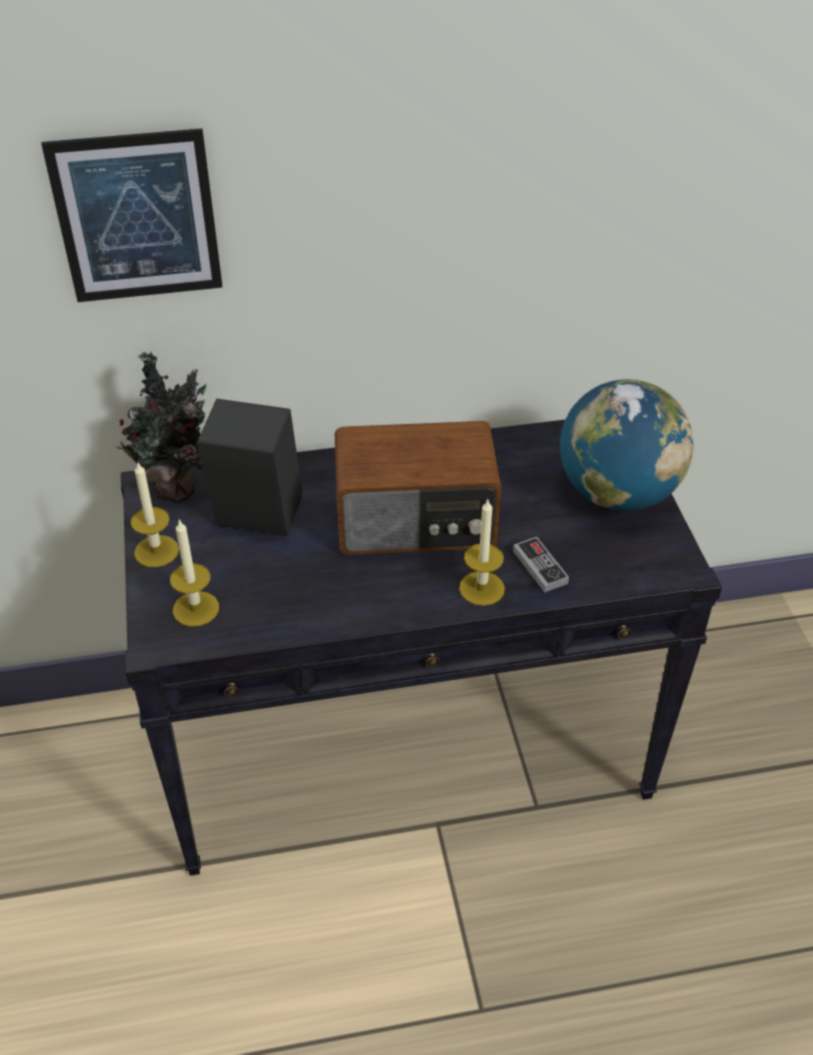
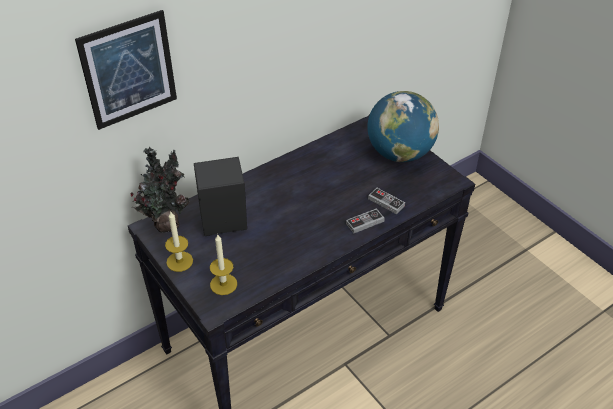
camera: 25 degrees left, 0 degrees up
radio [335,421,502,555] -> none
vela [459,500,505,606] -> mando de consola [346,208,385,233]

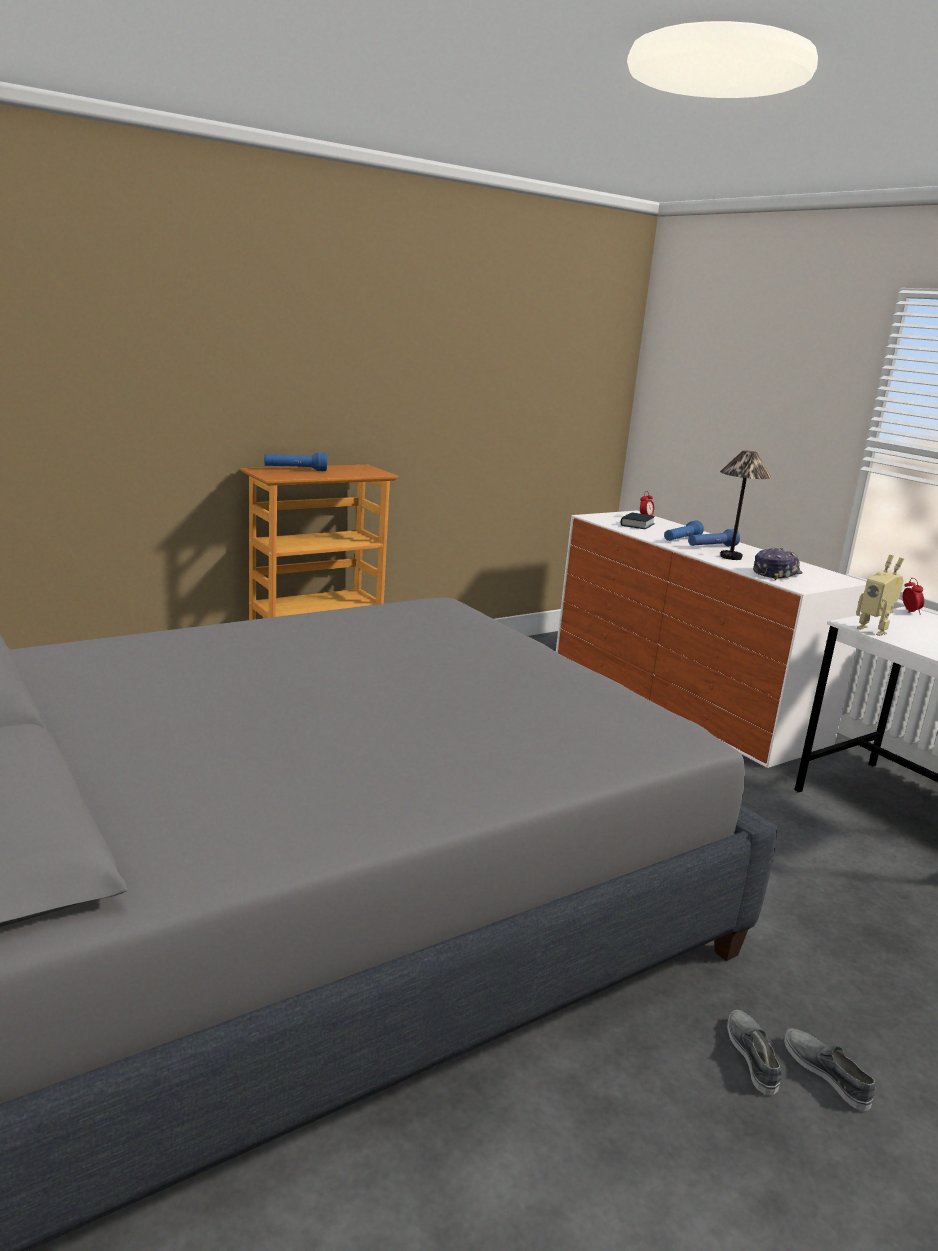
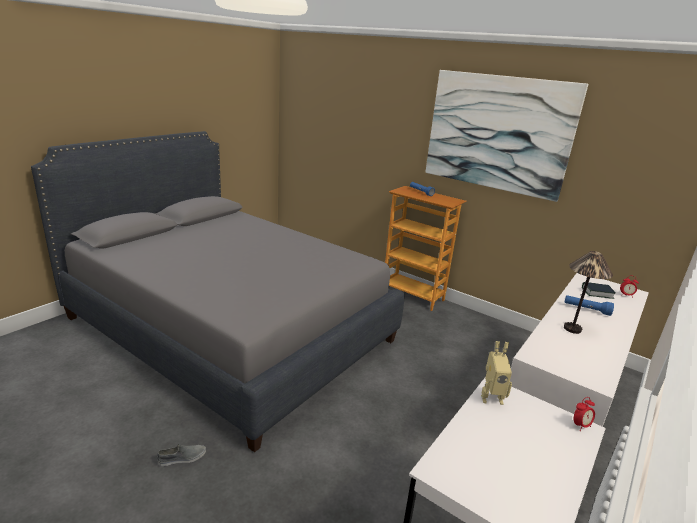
camera: 70 degrees right, 5 degrees up
linterna (azul) [688,529,740,546] -> none
gorra [753,548,803,580] -> none
zapato (gris) [784,1029,875,1111] -> none
robot de juguete [857,555,904,636] -> robot de juguete [481,341,512,405], 120 degrees counterclockwise
none -> cuadro [425,70,588,202]

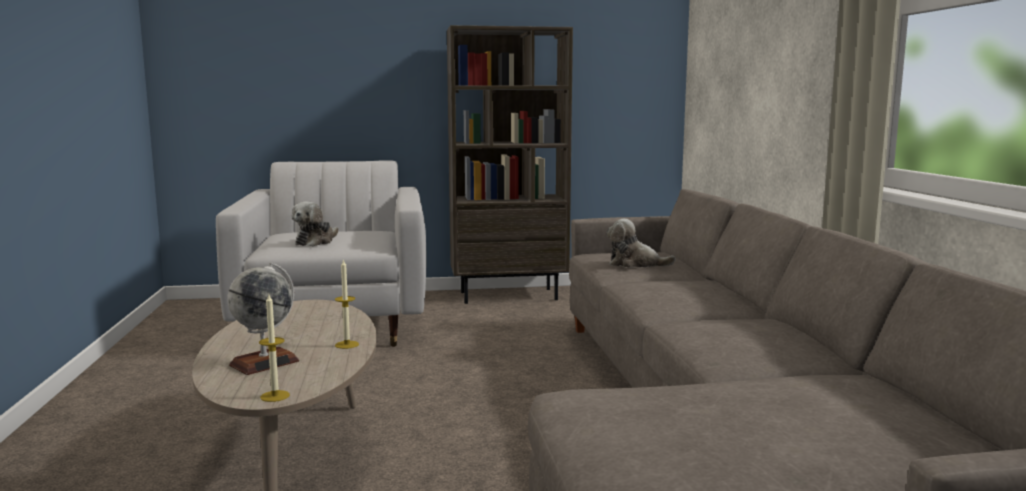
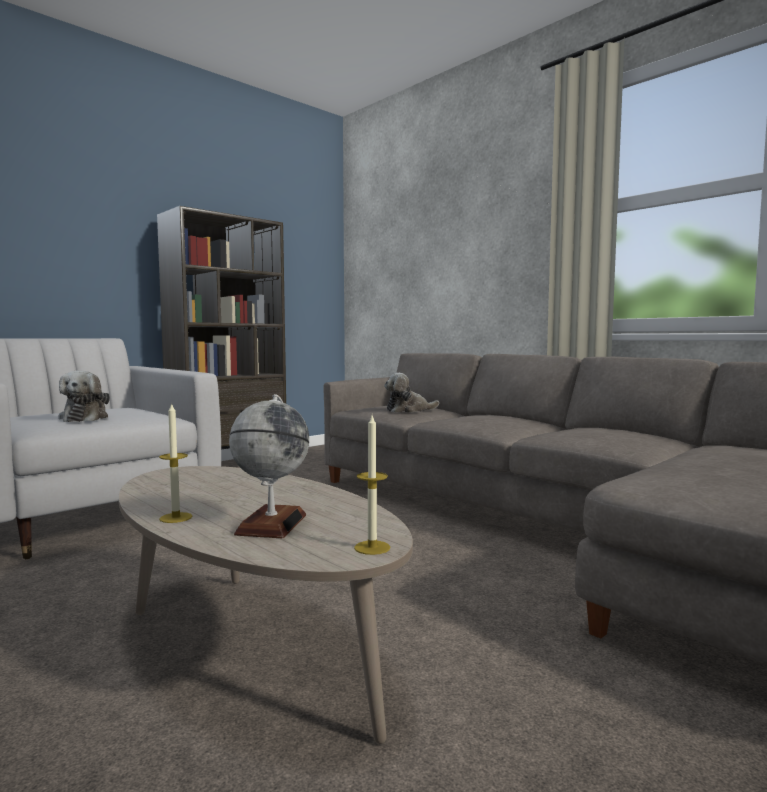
camera: 35 degrees left, 5 degrees down
vela [335,259,359,349] -> vela [159,402,192,523], relocated

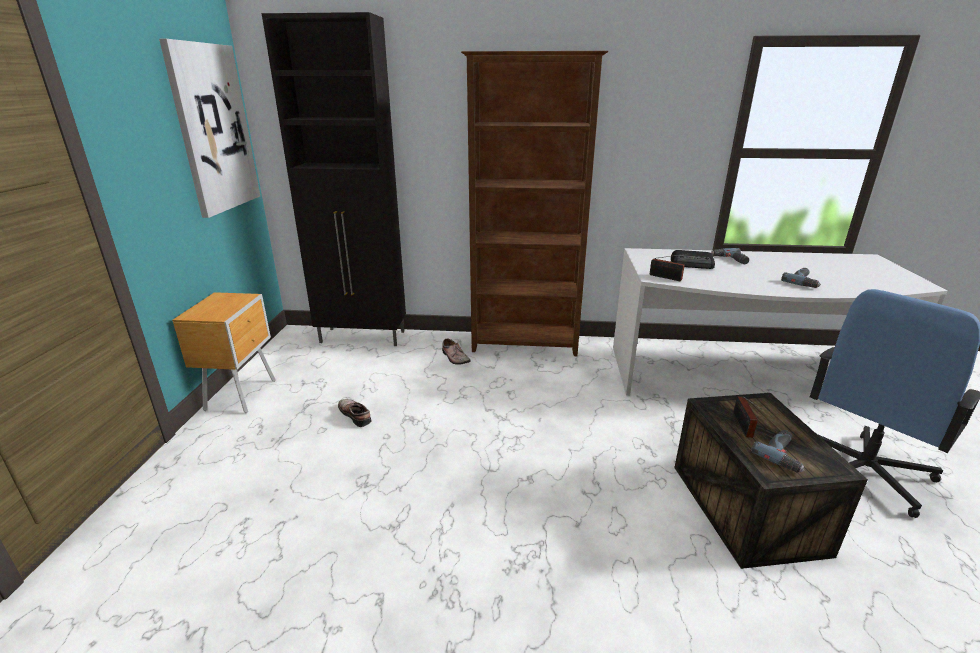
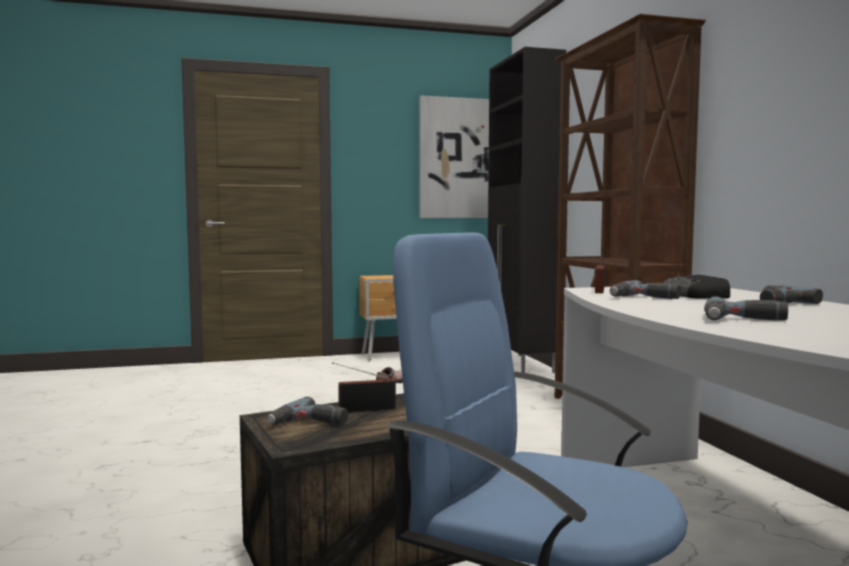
camera: 70 degrees right, 20 degrees down
zapato [442,339,471,365] -> none
none -> taladro [610,280,681,299]

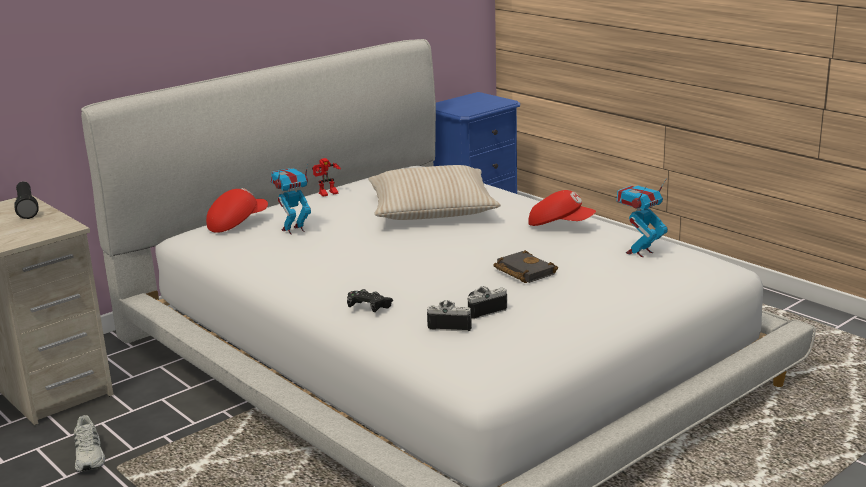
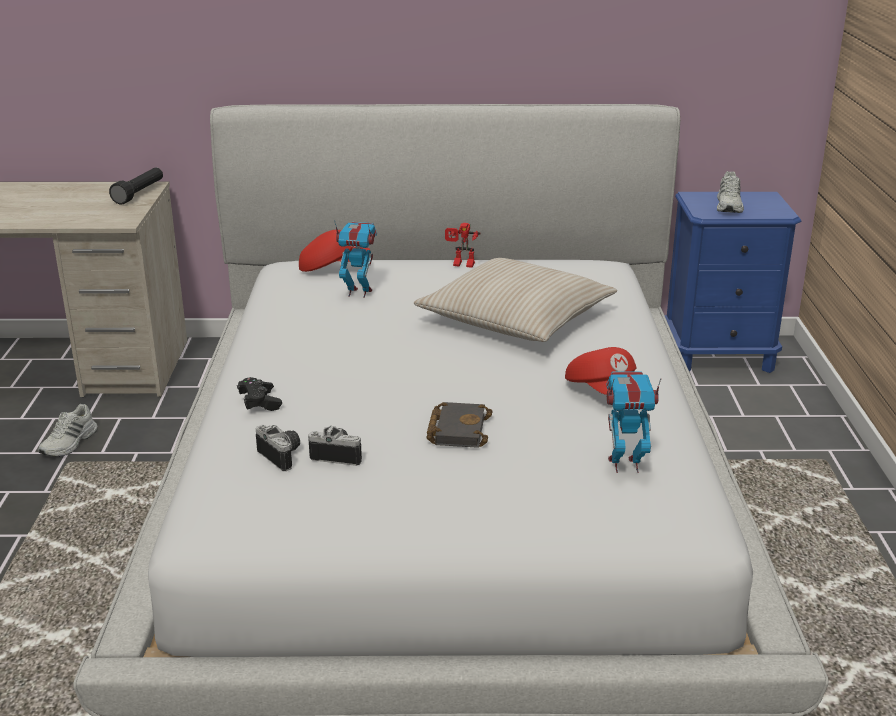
camera: 40 degrees right, 5 degrees up
none -> zapato (blanco) [717,171,744,213]

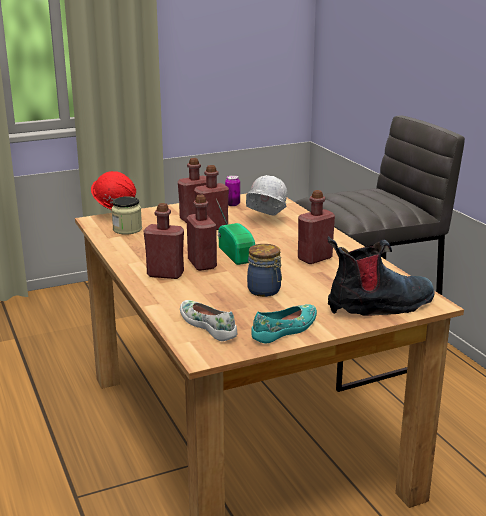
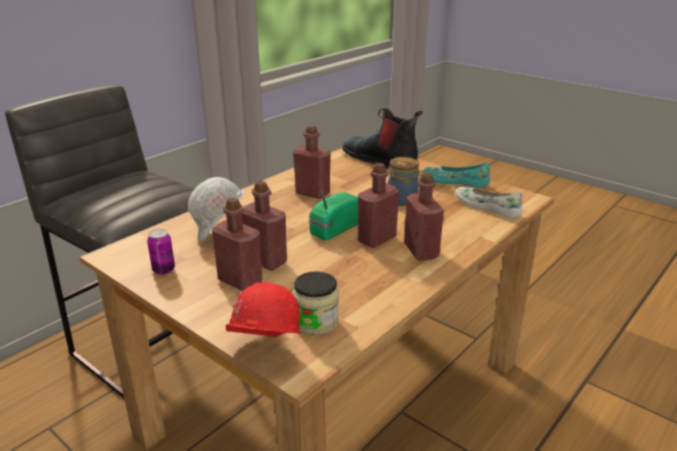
camera: 115 degrees left, 5 degrees up
zapato (blanco) [180,300,237,341] -> zapato (blanco) [455,187,522,218], 105 degrees clockwise

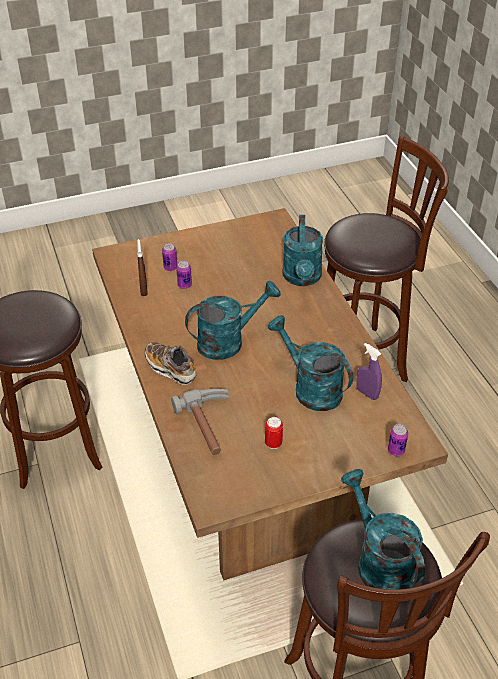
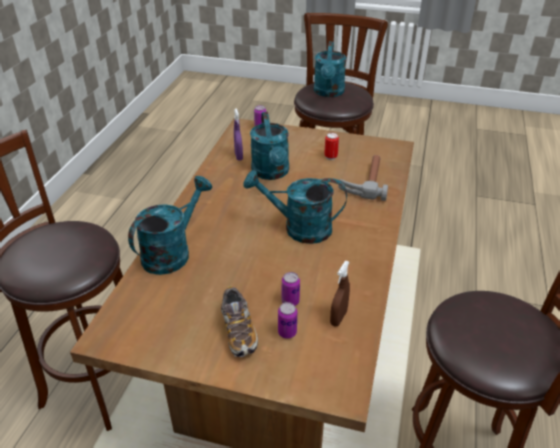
camera: 145 degrees left, 5 degrees down
zapato [145,342,196,385] -> zapato [221,286,258,357], relocated

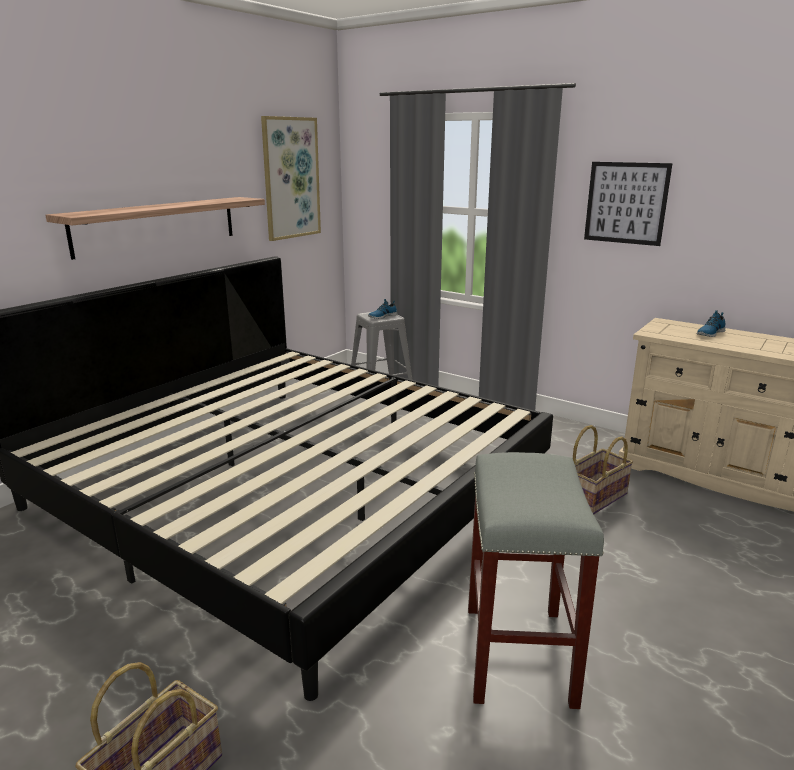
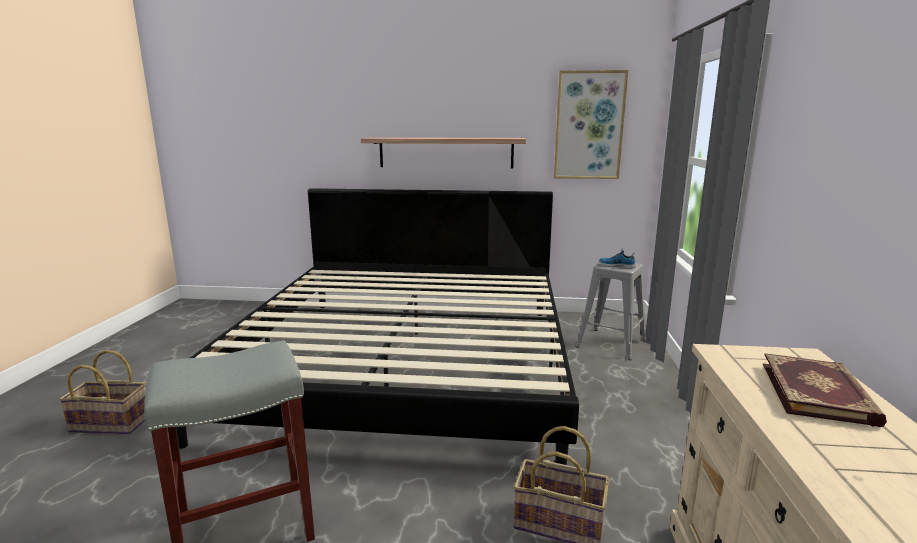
camera: 60 degrees right, 5 degrees down
cuadro [584,162,673,246] -> none
zapato [696,310,725,337] -> libro [763,353,887,427]

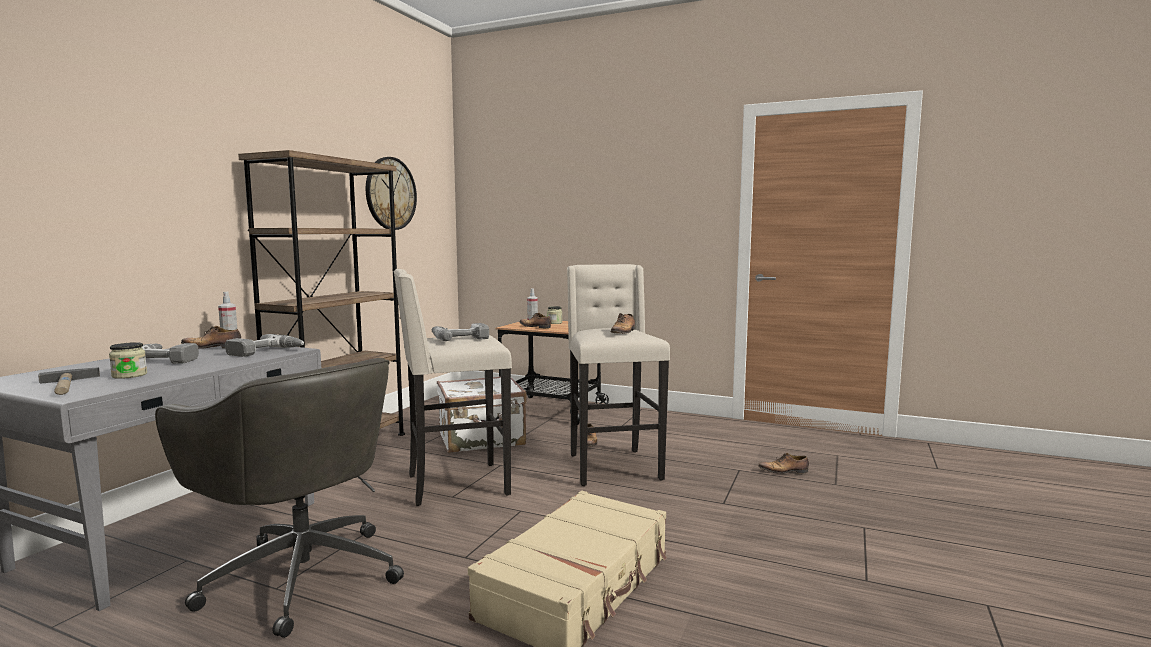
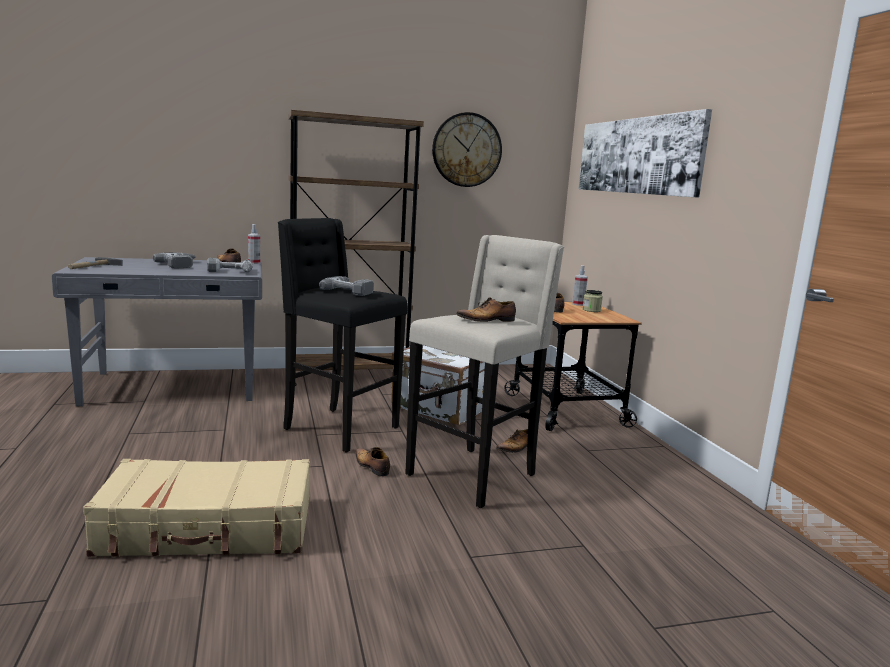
camera: 50 degrees right, 5 degrees up
tarro [109,342,147,379] -> none
silla de oficina (gris) [155,358,404,638] -> none
taburete (beis) [393,269,512,506] -> taburete (negro) [278,218,407,453]
zapato [758,452,809,474] -> zapato [355,447,390,476], relocated
none -> cuadro [578,109,712,198]

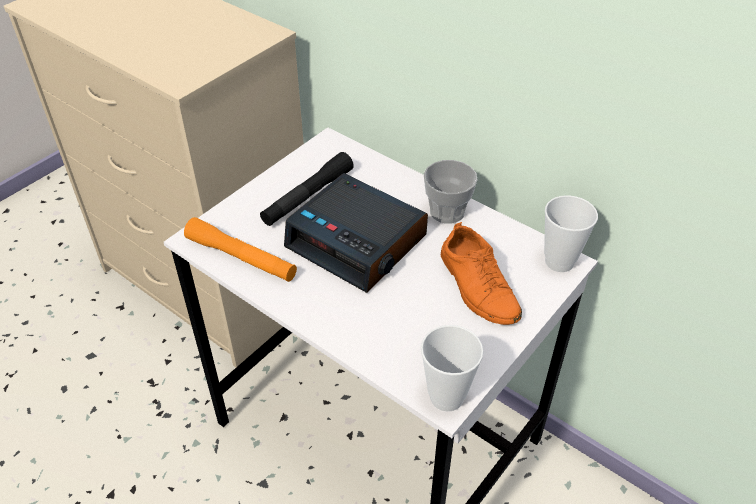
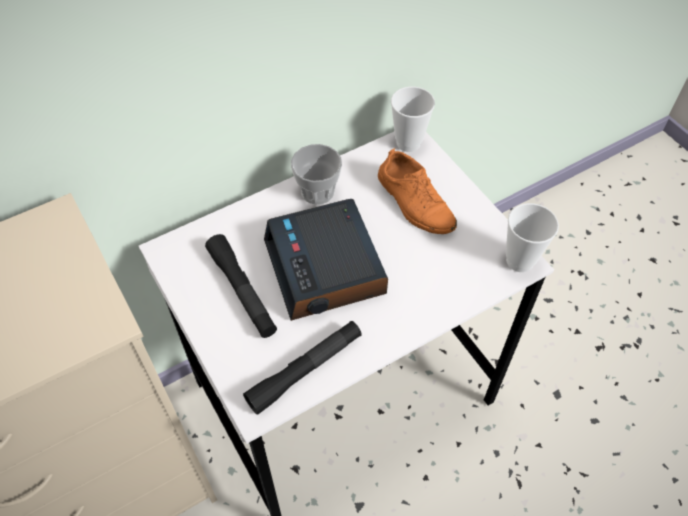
camera: 70 degrees left, 10 degrees up
linterna (naranja) [184,217,297,282] -> linterna (negro) [243,321,362,415]
despertador [284,173,428,293] -> despertador [264,199,388,321], 105 degrees clockwise
zapato (naranja) [441,222,522,325] -> zapato (naranja) [378,148,457,234], 60 degrees clockwise

